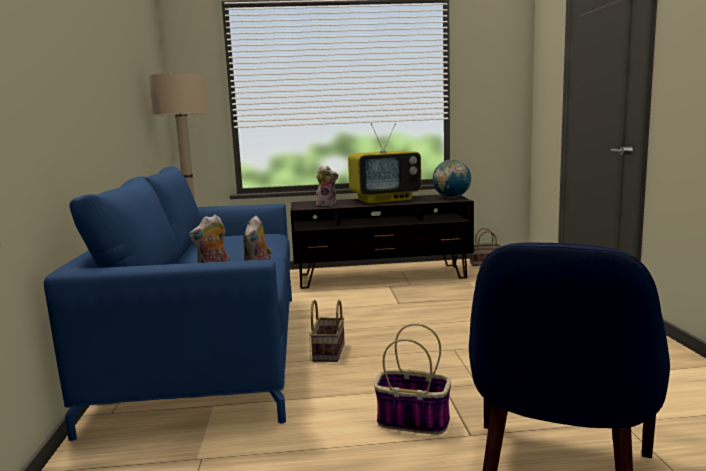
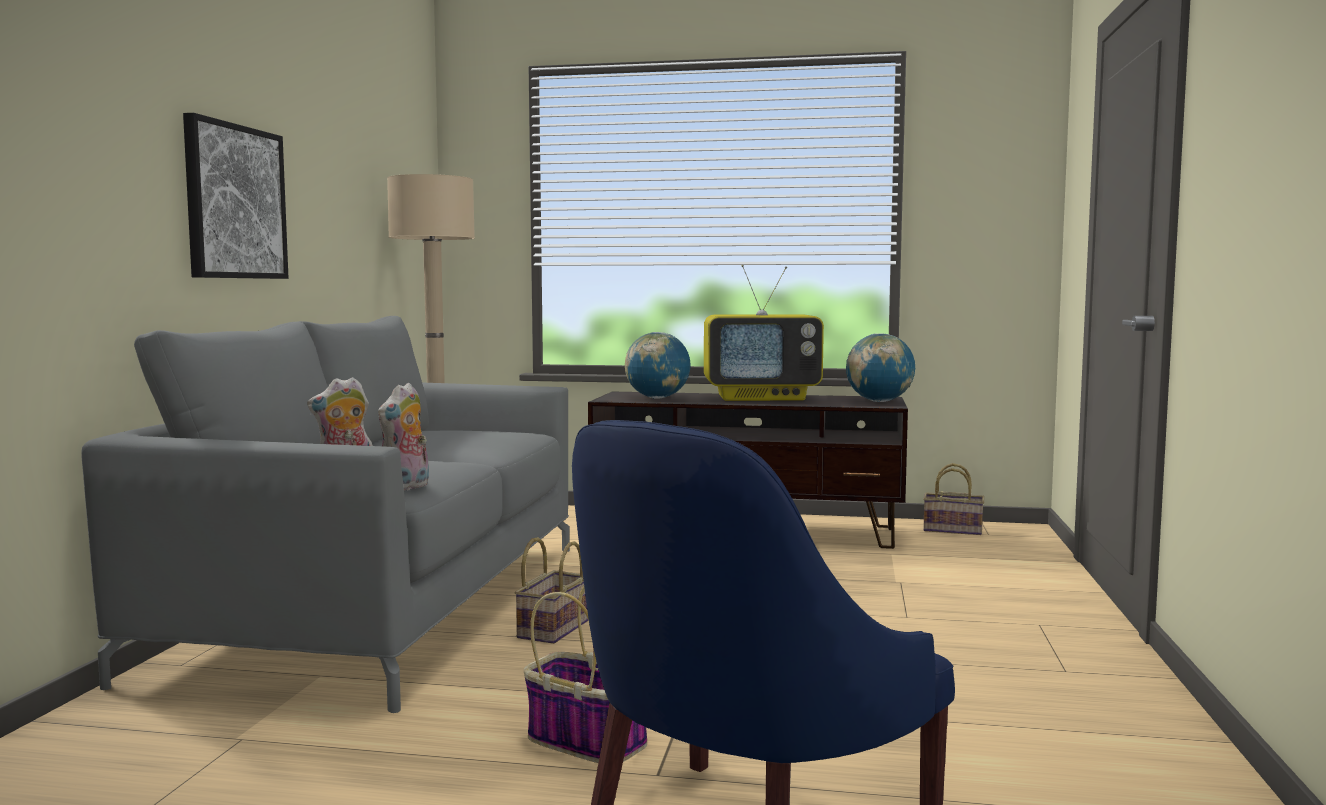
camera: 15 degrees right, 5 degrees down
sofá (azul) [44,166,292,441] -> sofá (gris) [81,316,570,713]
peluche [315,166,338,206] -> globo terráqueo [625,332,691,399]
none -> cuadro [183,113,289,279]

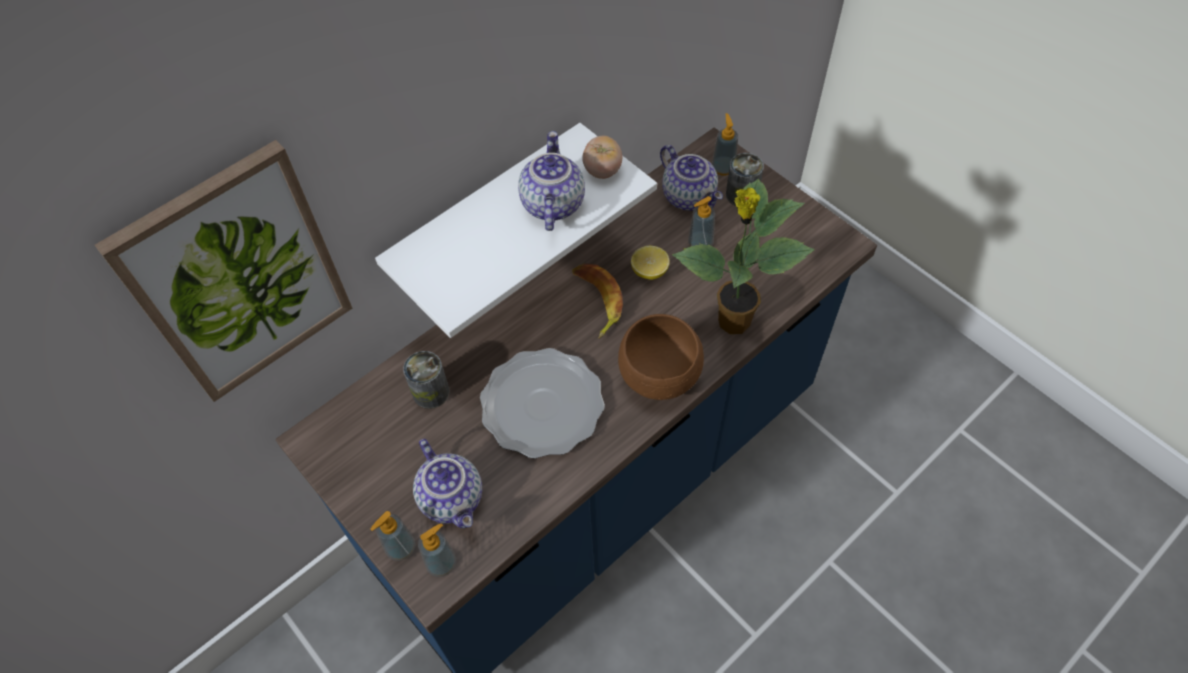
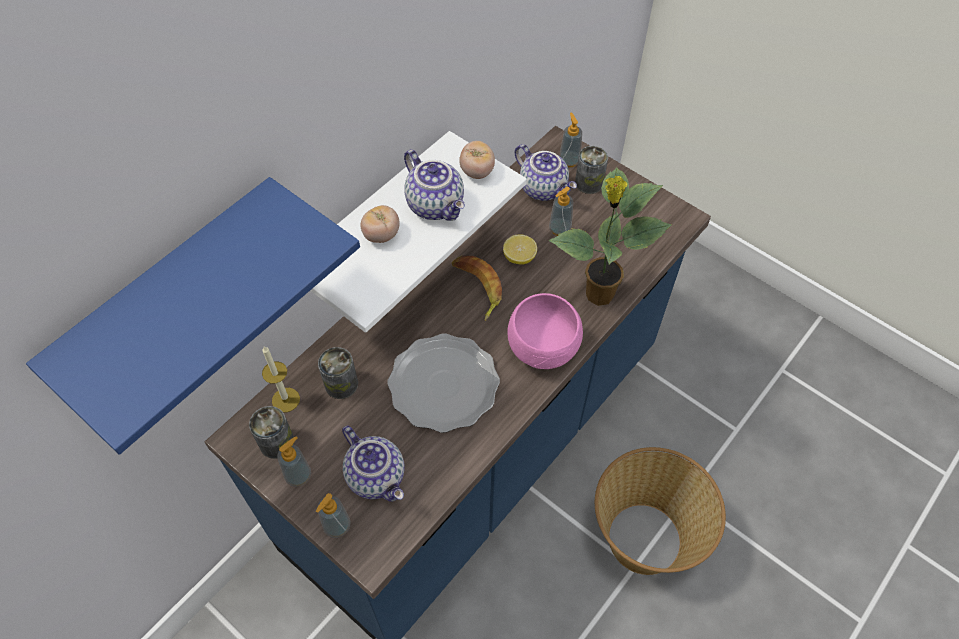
camera: 10 degrees left, 0 degrees up
cuadro [95,140,352,402] -> estante (azul) [26,177,360,455]
dispensador de jabón [418,523,456,577] -> dispensador de jabón [277,436,311,487], relocated
tetera [518,131,585,231] -> tetera [404,150,465,221], 150 degrees clockwise
cuenco (marrón) [618,314,704,400] -> cuenco (rosa) [507,293,583,369]
none -> lata [249,406,294,459]
none -> vela [262,346,300,412]
none -> tomate [360,205,400,243]
none -> cesta [595,447,726,575]

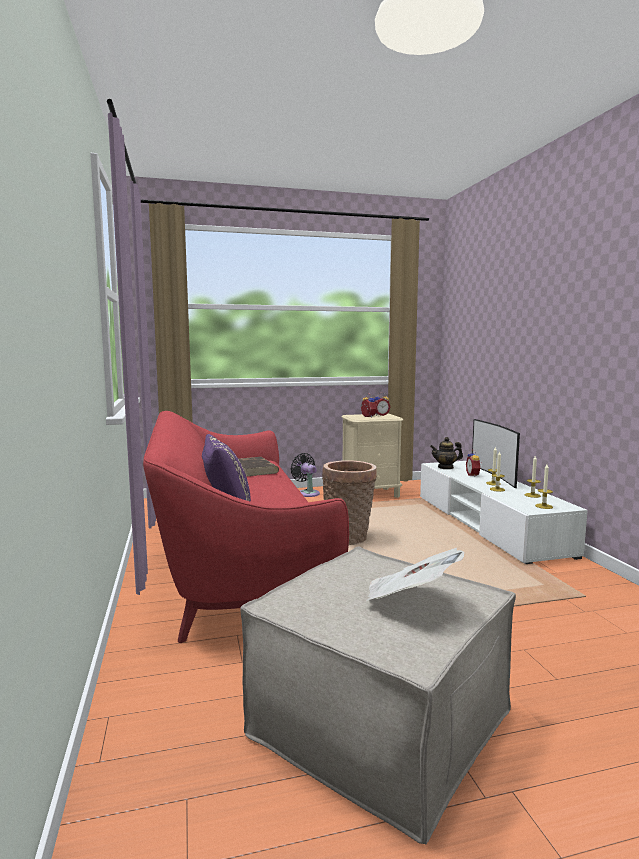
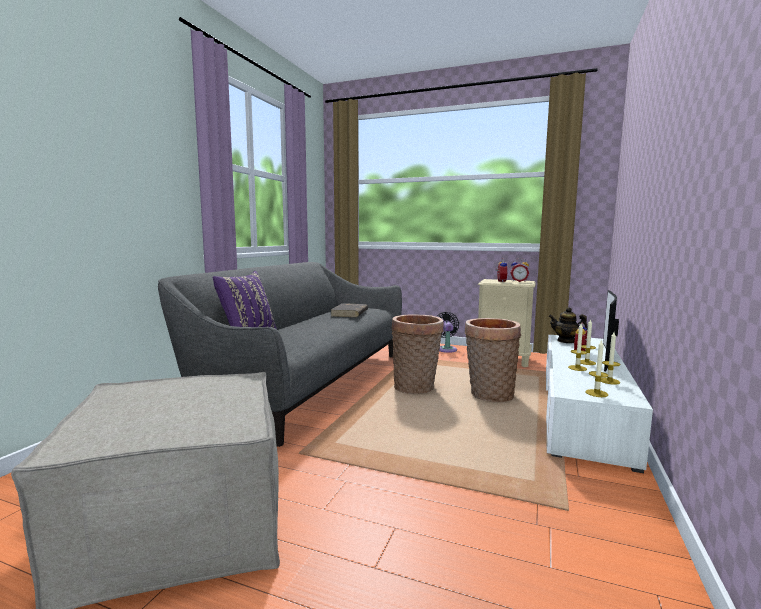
camera: 35 degrees right, 0 degrees up
sofá (rojo) [143,411,349,643] -> sofá (gris) [158,262,402,447]
periódico [366,548,465,601] -> none
none -> cesta [465,318,521,402]

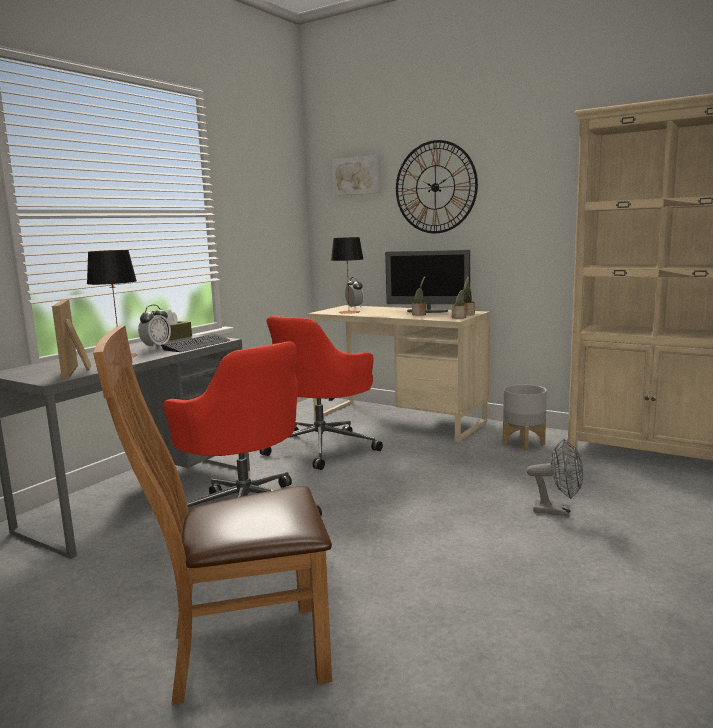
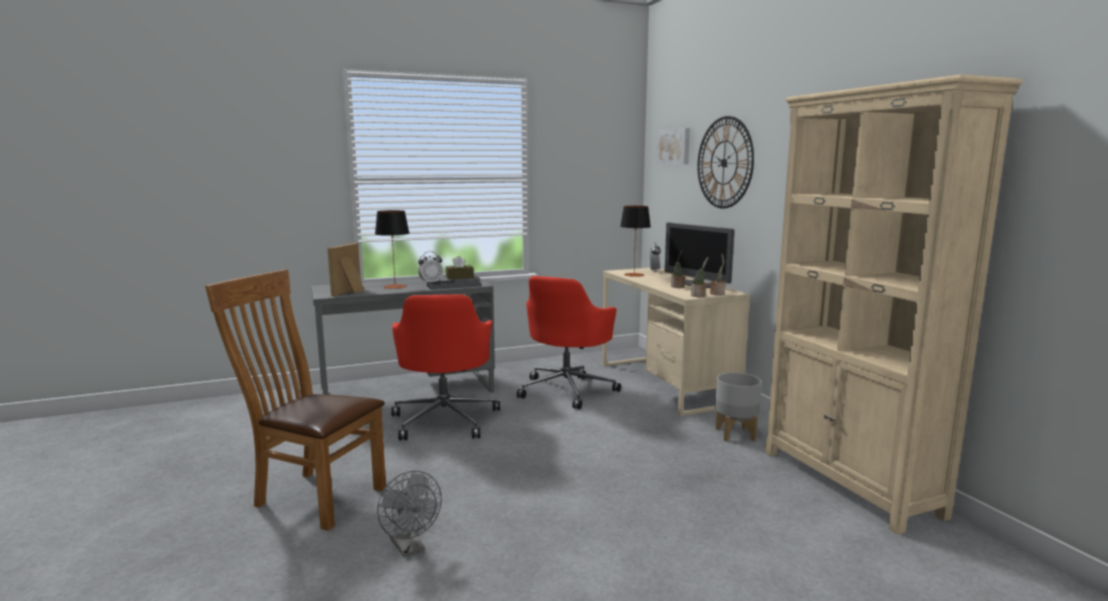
camera: 35 degrees right, 0 degrees up
silla de oficina (rojo) [260,316,383,470] -> silla de oficina (rojo) [517,276,621,409], 45 degrees counterclockwise
ventilador (gris) [527,439,583,516] -> ventilador (gris) [377,471,442,557], relocated

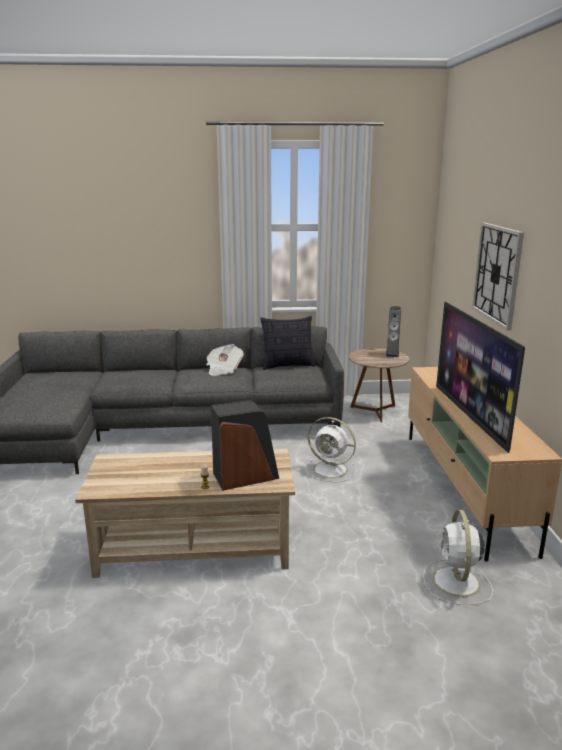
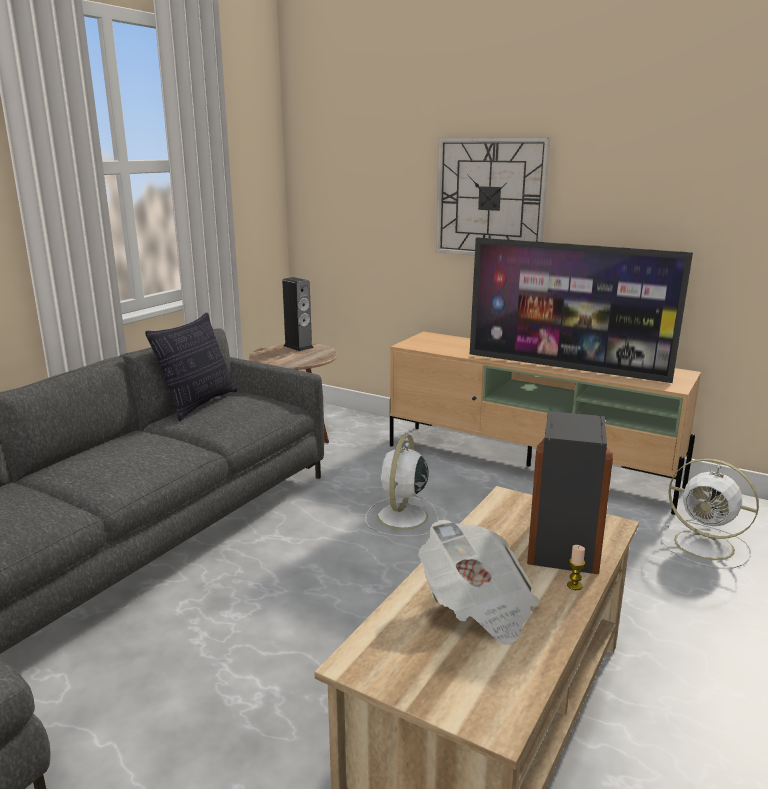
camera: 55 degrees left, 0 degrees up
periódico [206,344,244,376] -> periódico [418,519,539,645], relocated
ventilador (blanco) [306,417,357,483] -> ventilador (blanco) [365,434,438,537], 135 degrees clockwise

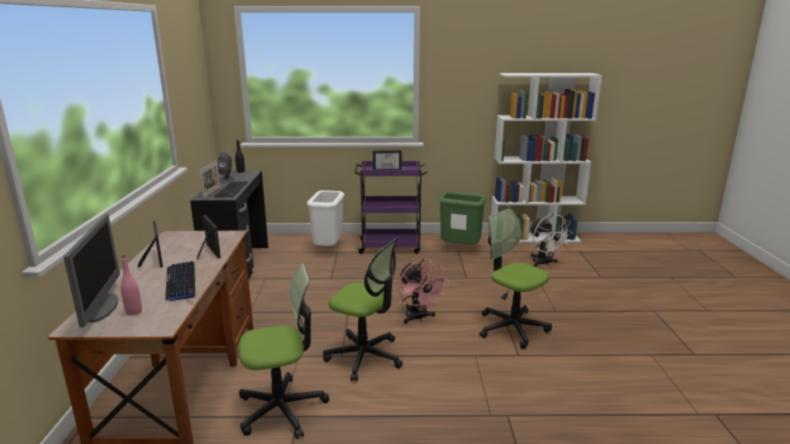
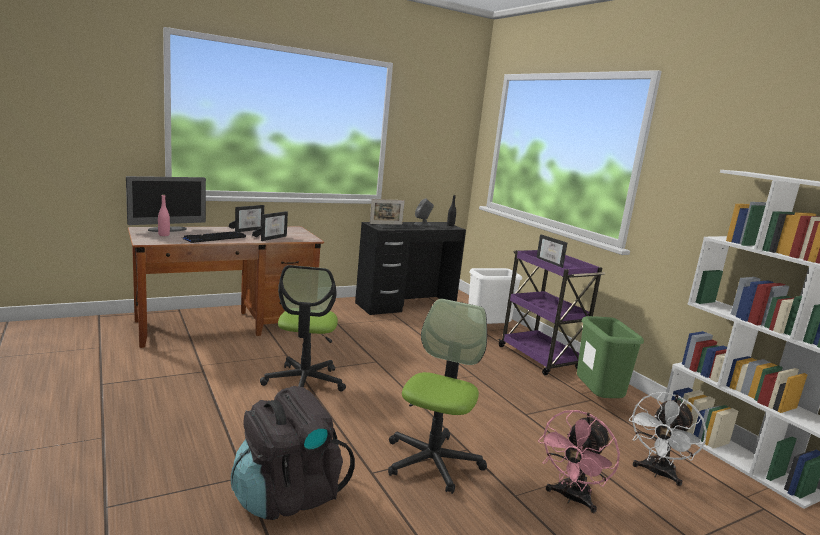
camera: 60 degrees right, 5 degrees down
silla de oficina [239,263,329,439] -> none
ventilador (rosa) [399,259,449,324] -> ventilador (rosa) [538,410,620,513], relocated
none -> mochila (negro) [231,386,355,520]

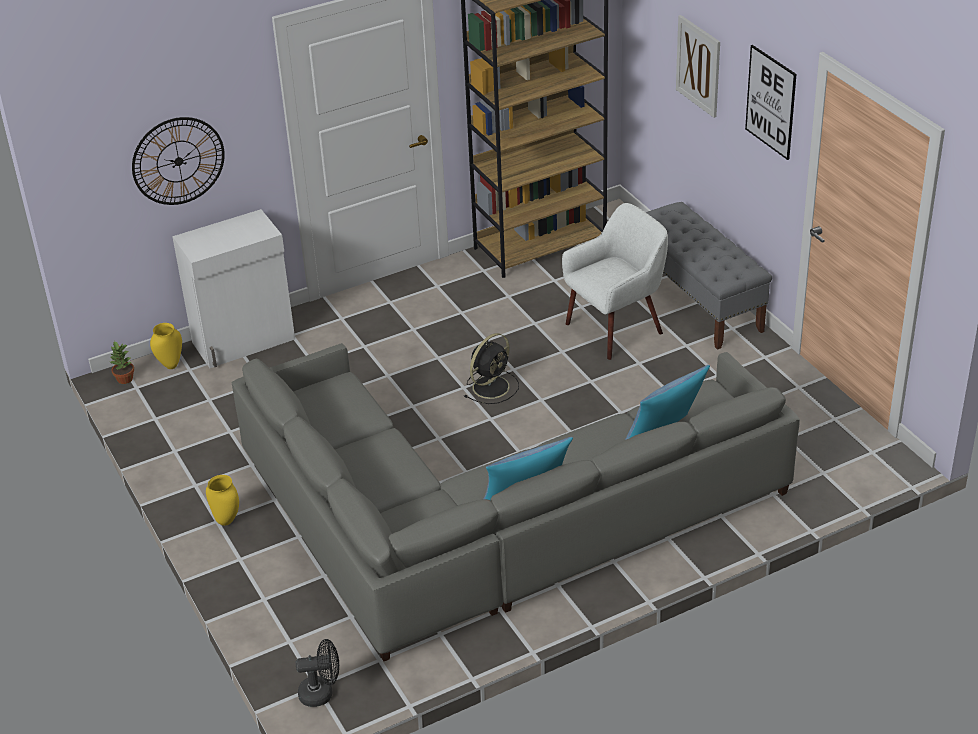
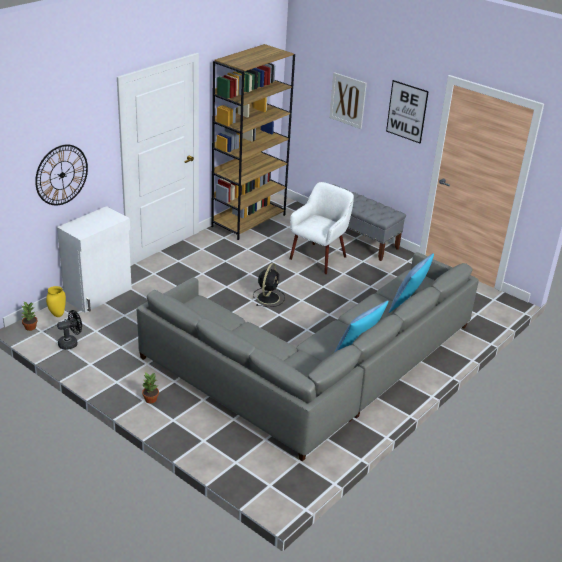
camera: 25 degrees left, 5 degrees down
florero (amarillo) [206,475,239,526] -> planta en maceta [142,373,159,403]
ventilador (negro) [296,639,339,707] -> ventilador (negro) [57,310,82,350], relocated

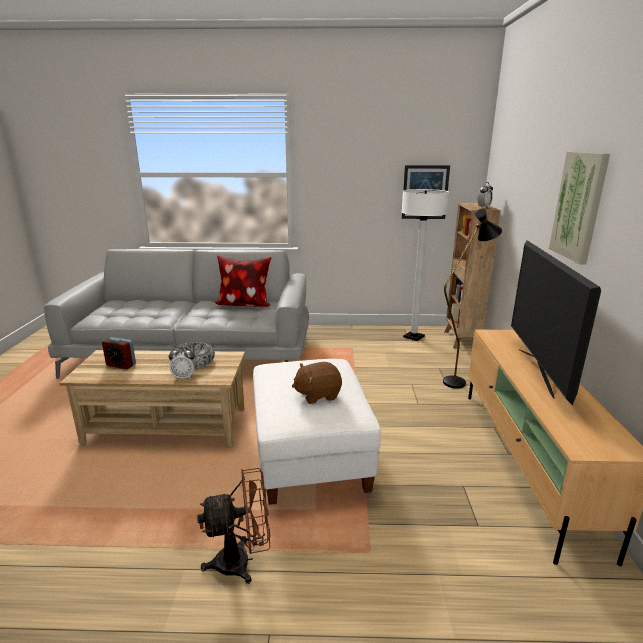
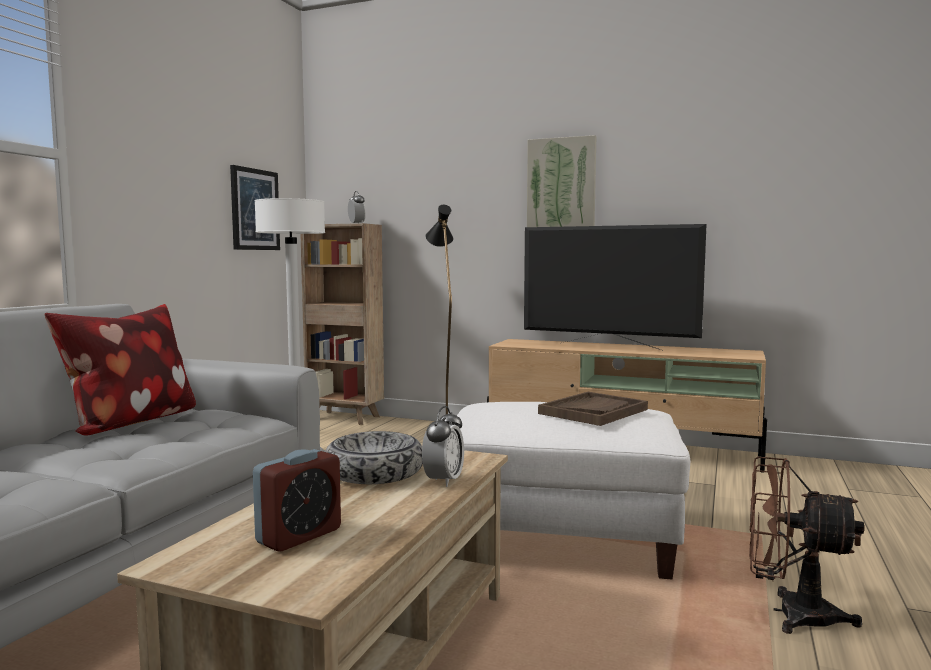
camera: 70 degrees left, 15 degrees down
ventilador (marrón) [197,468,271,584] -> ventilador (marrón) [749,457,864,634], 75 degrees counterclockwise
peluche (marrón) [292,362,342,404] -> bandeja (marrón) [538,392,648,426]

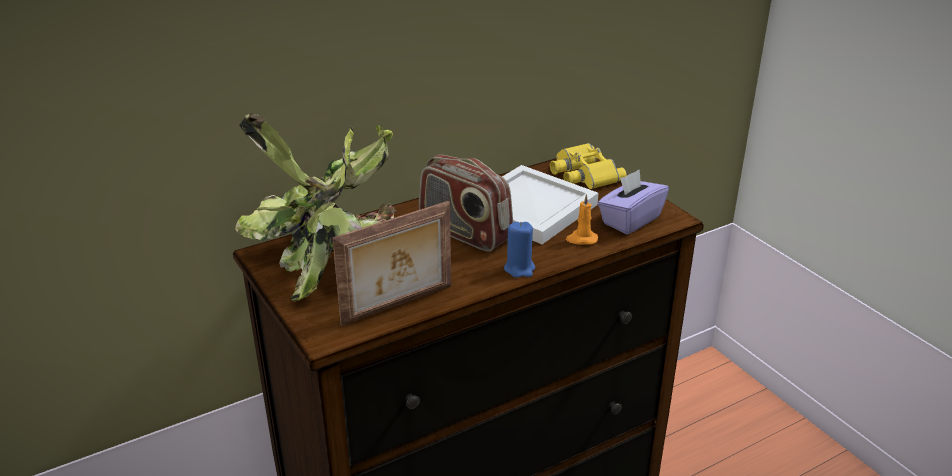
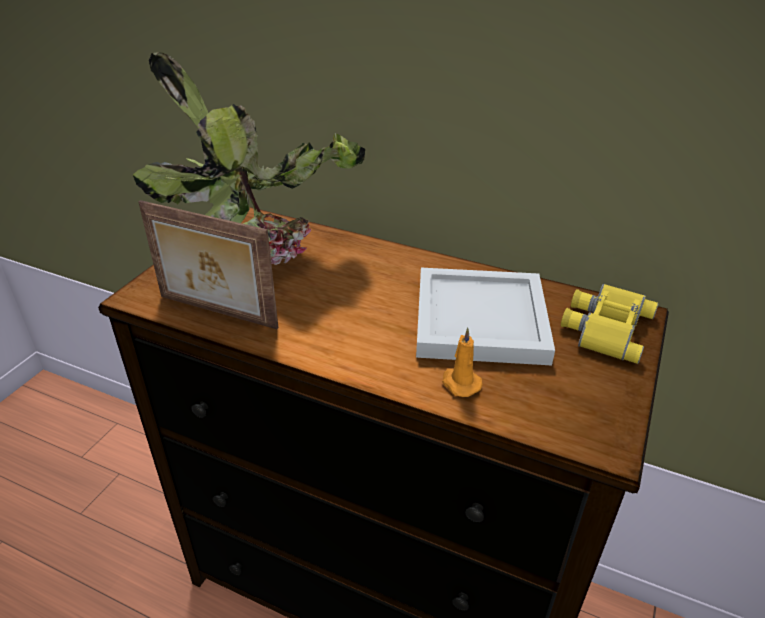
camera: 55 degrees right, 5 degrees up
radio [419,155,513,252] -> none
vela (azul) [504,222,535,278] -> none
caja de pañuelos (morado) [598,169,669,234] -> none

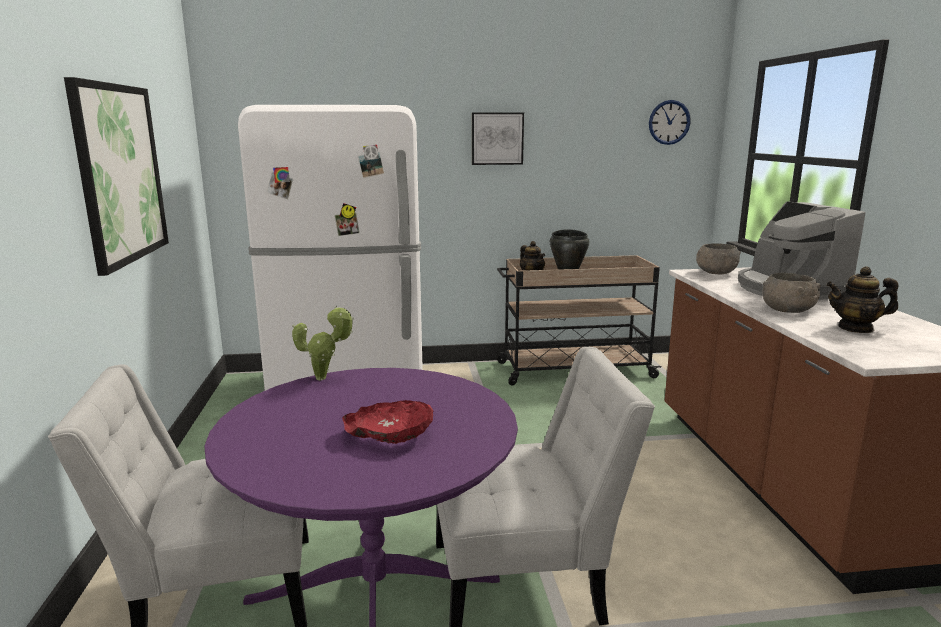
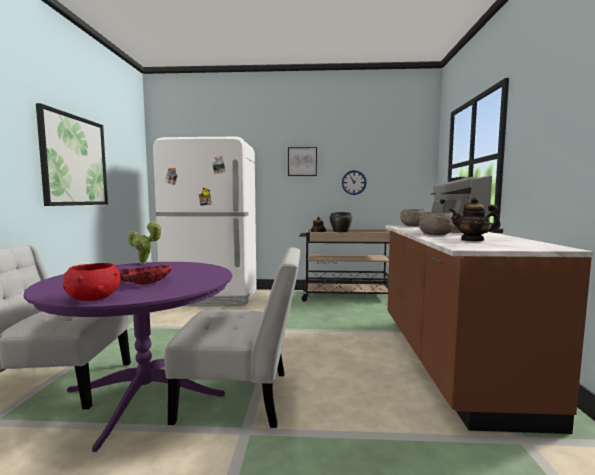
camera: 10 degrees right, 10 degrees down
reloj de pared [649,100,691,145] -> reloj de pared [342,170,367,195], relocated
none -> cuenco (rojo) [63,263,121,301]

